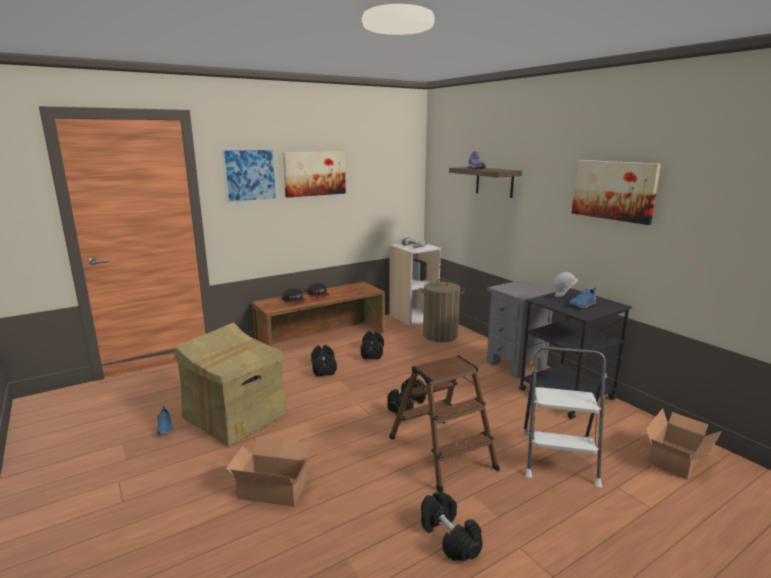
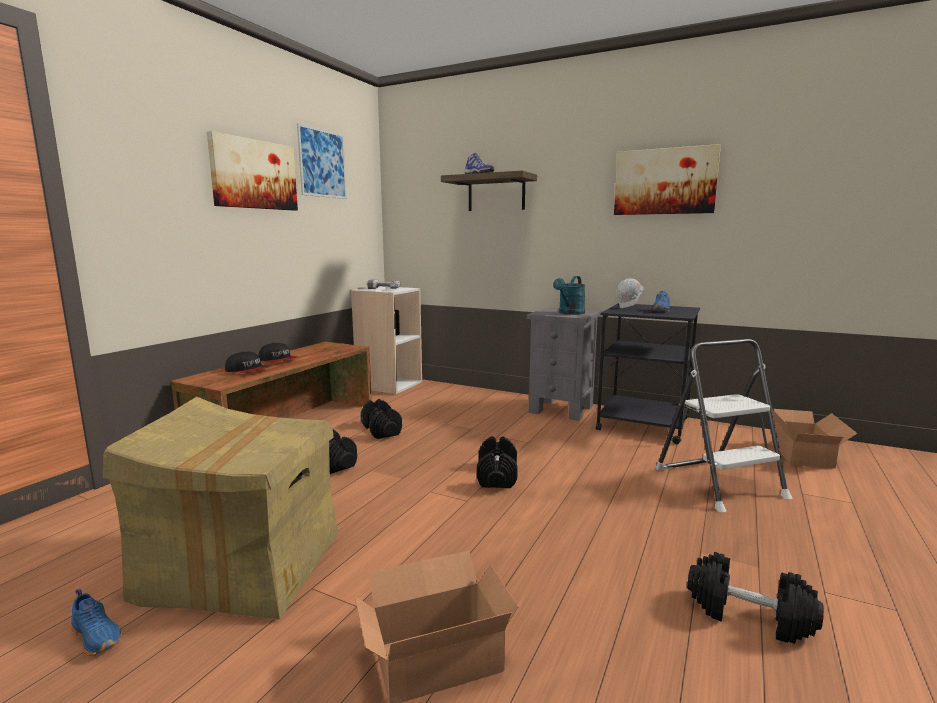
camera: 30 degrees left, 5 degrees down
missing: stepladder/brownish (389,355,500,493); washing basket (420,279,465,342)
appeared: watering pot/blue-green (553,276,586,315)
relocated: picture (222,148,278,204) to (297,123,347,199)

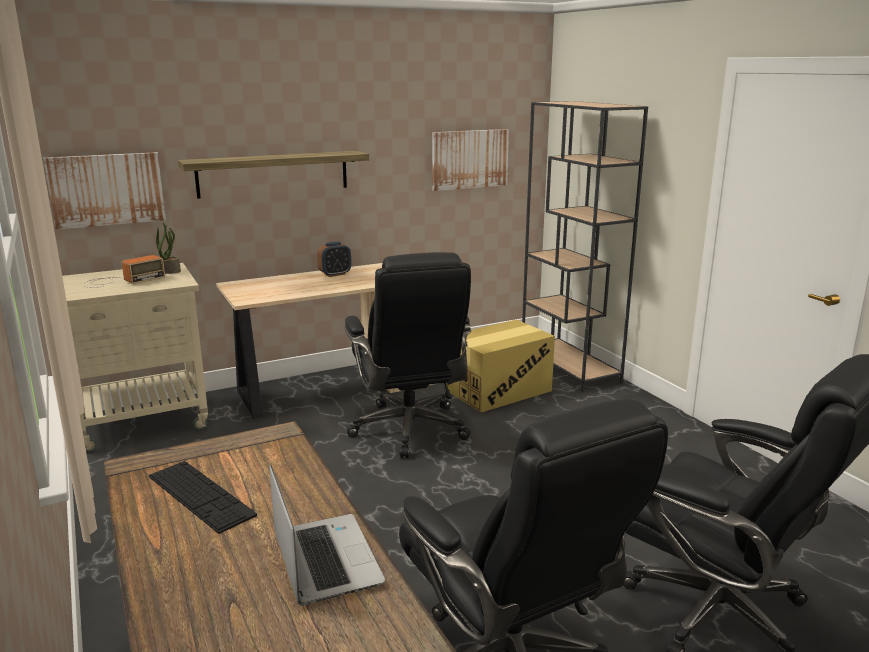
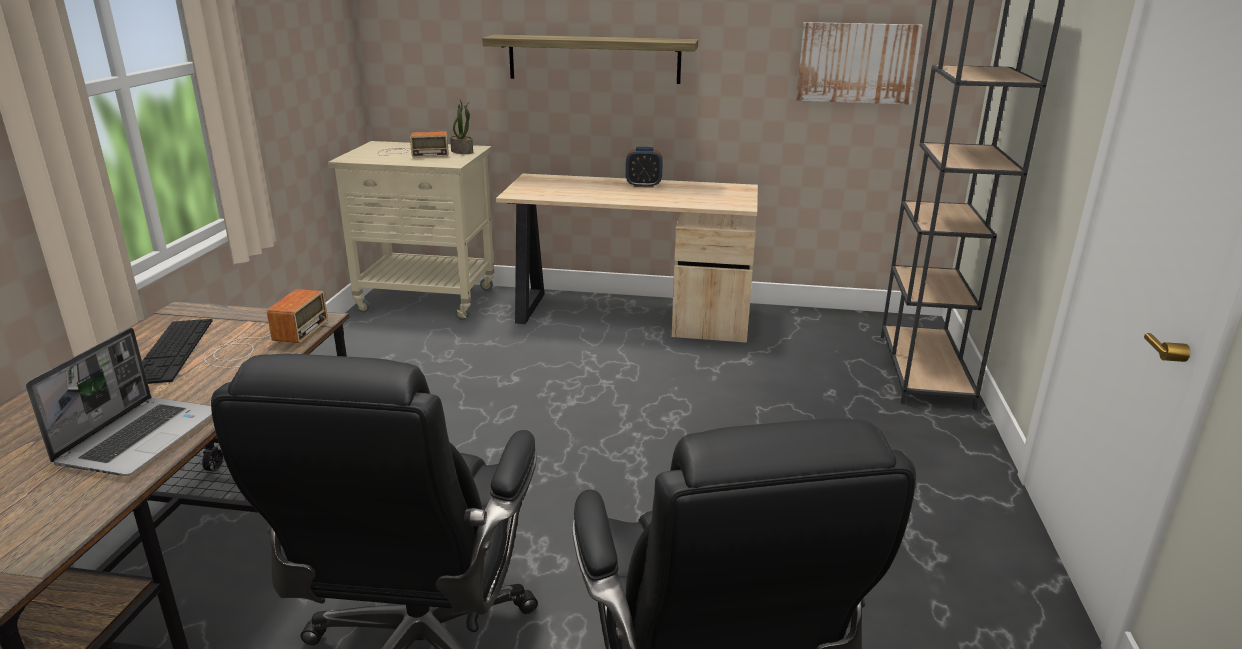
camera: 35 degrees right, 5 degrees up
missing: picture (43,152,166,230); computer chair/blackish (345,252,471,458); cardboard box (446,320,555,412)
appeared: radio receiver (204,289,328,368)

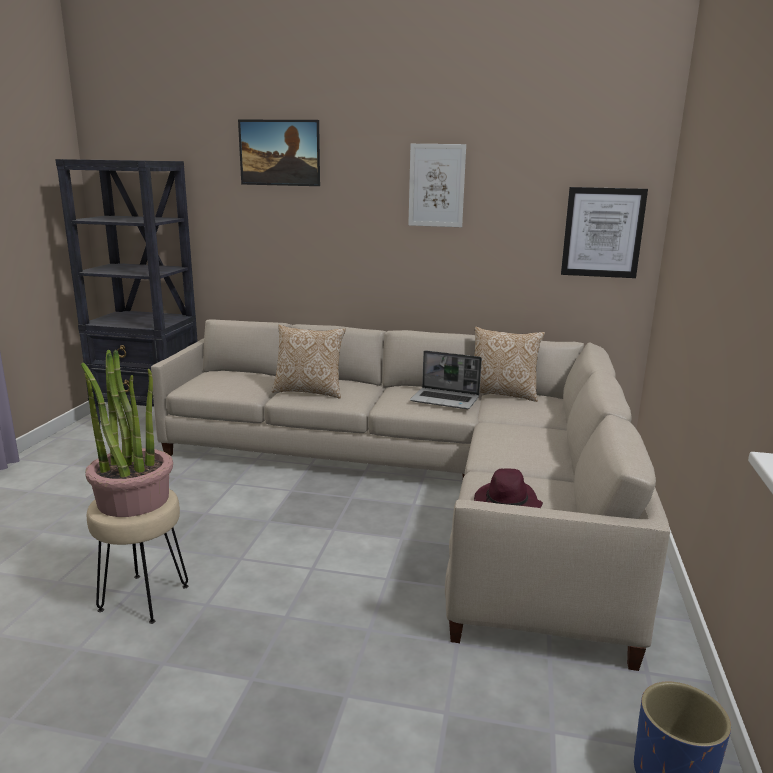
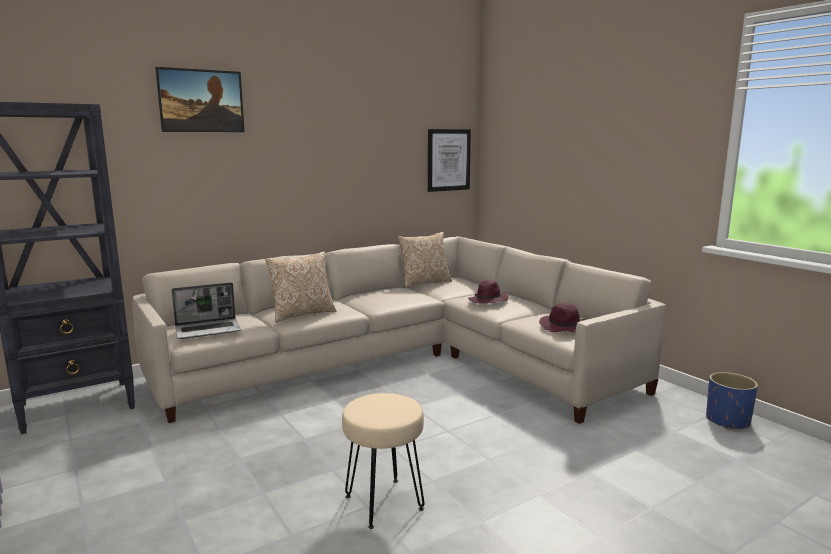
camera: 45 degrees left, 5 degrees down
missing: potted plant (81,349,173,517); picture (408,144,466,227)
appeared: wearable hat/purplish (468,280,509,304)
relocated: notebook computer (410,350,482,409) to (172,282,241,339)

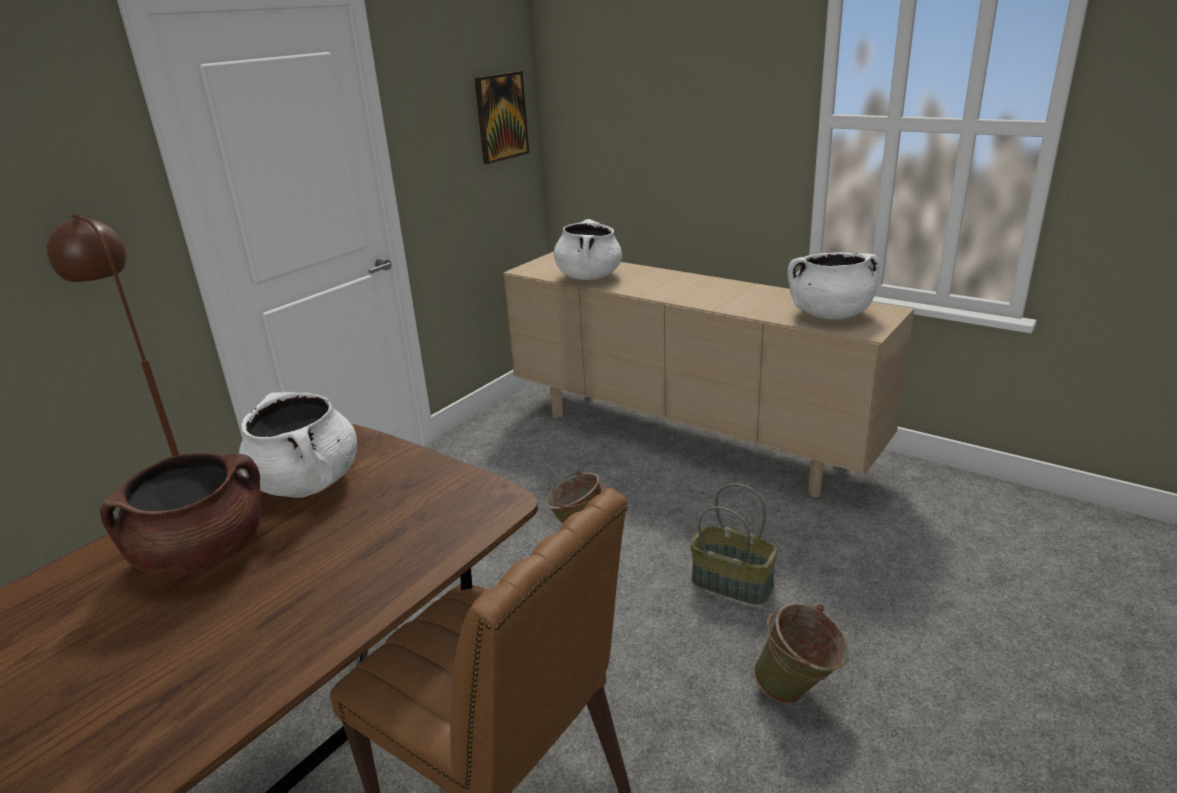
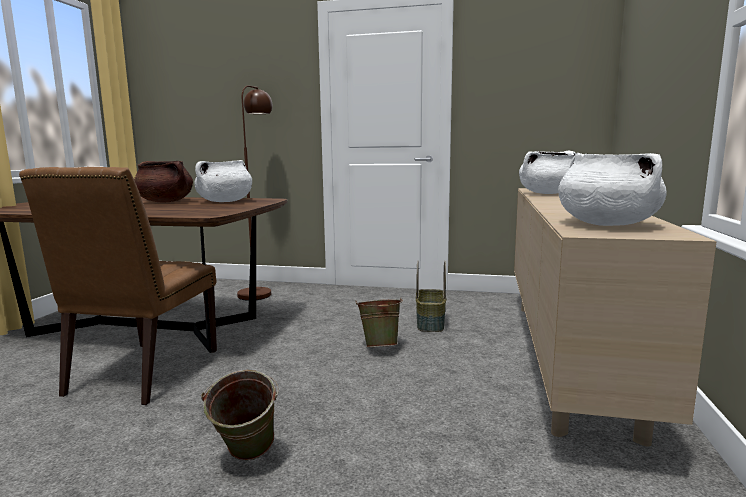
camera: 65 degrees right, 15 degrees down
missing: picture (474,71,529,164)
relocated: basket (690,483,778,605) to (416,260,446,332)

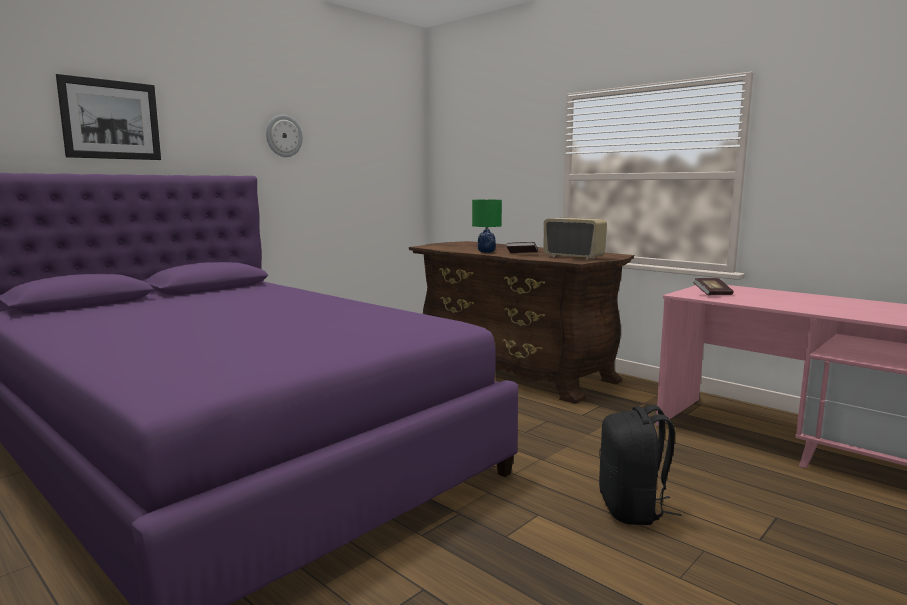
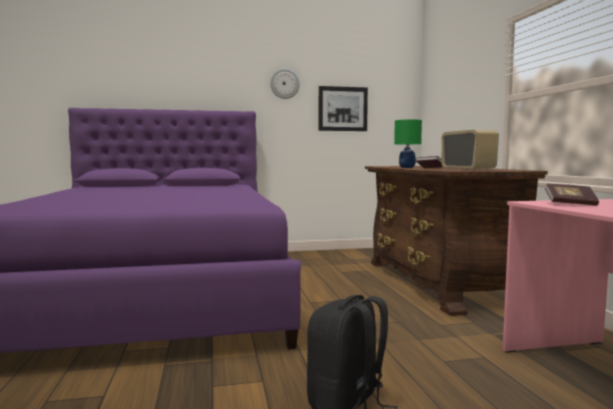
camera: 35 degrees right, 5 degrees down
relocated: picture (56,74,161,160) to (319,86,368,131)

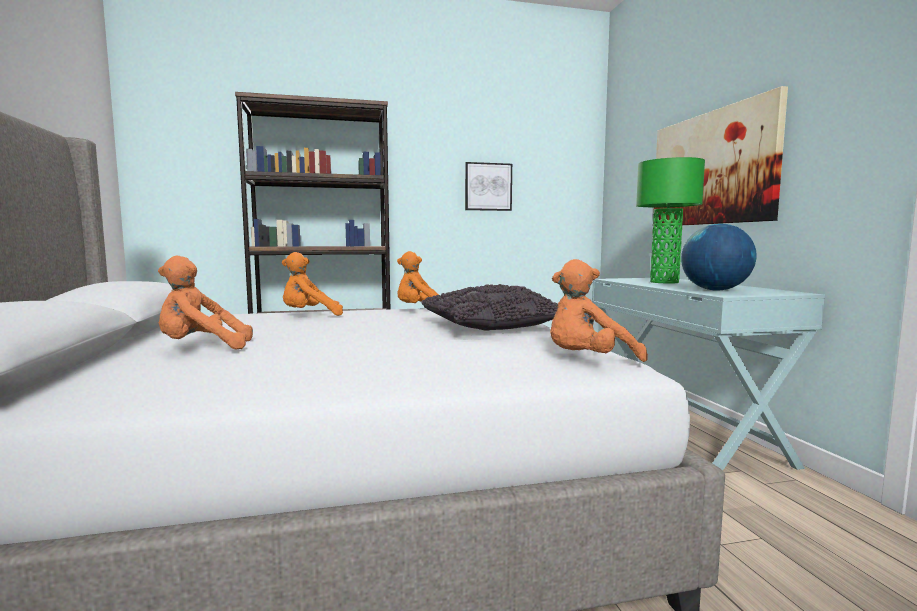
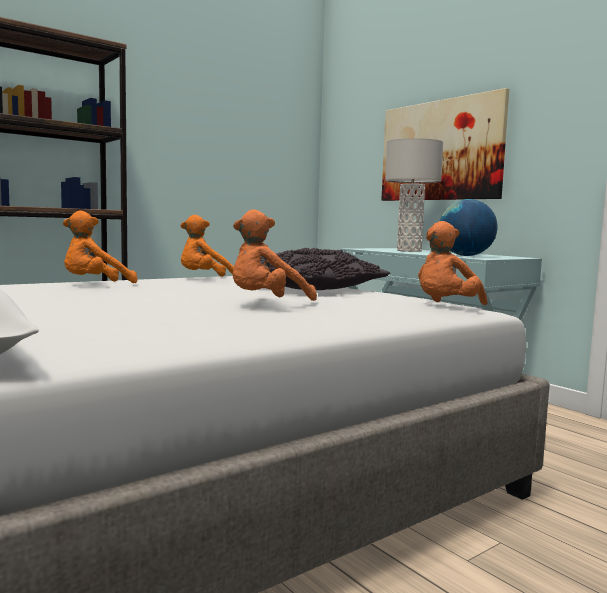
camera: 25 degrees left, 0 degrees up
missing: picture (465,162,512,211)
relocated: cuddly toy/orangey (158,256,253,350) to (232,209,317,301)
colour: lamp for a table/green (636,157,705,283) to lamp for a table/whitish (385,138,443,252)

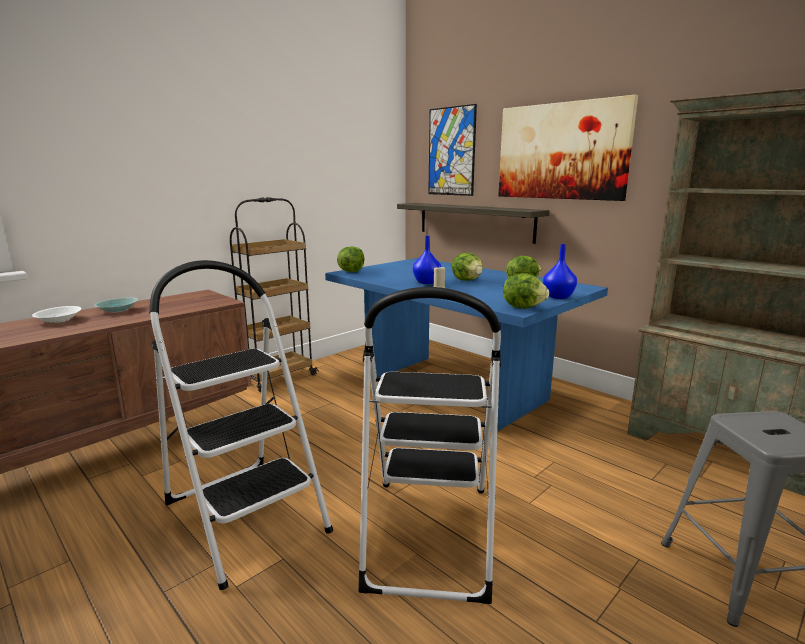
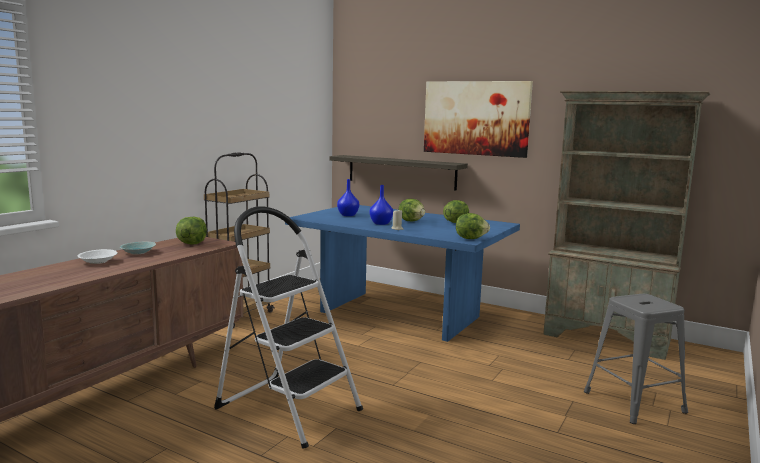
camera: 15 degrees left, 5 degrees down
missing: stepladder (358,287,501,604); picture (428,104,477,196)
relocated: lettuce head (337,246,364,272) to (176,217,207,245); decorative vase/blue (543,244,577,299) to (337,179,359,216)

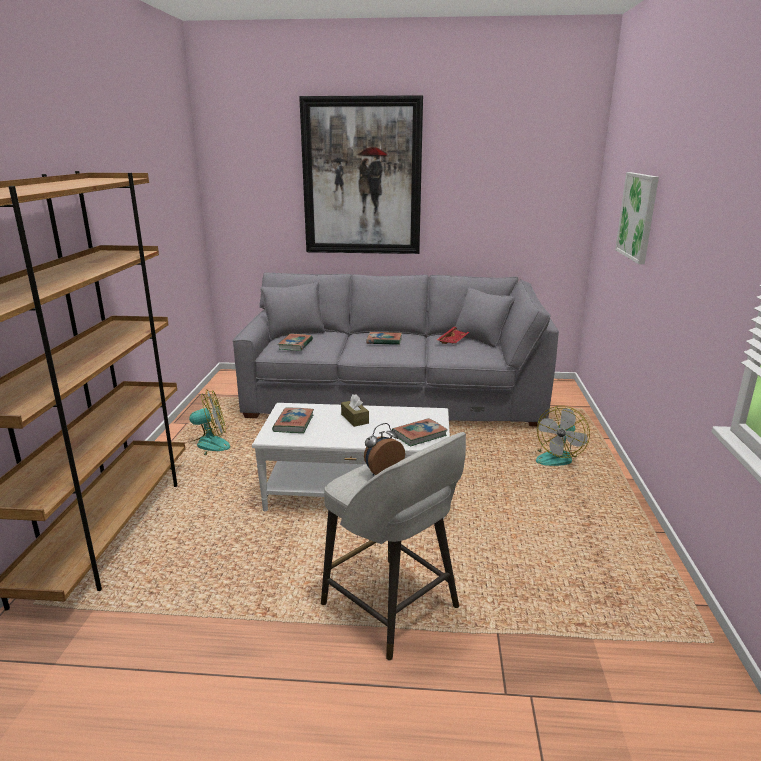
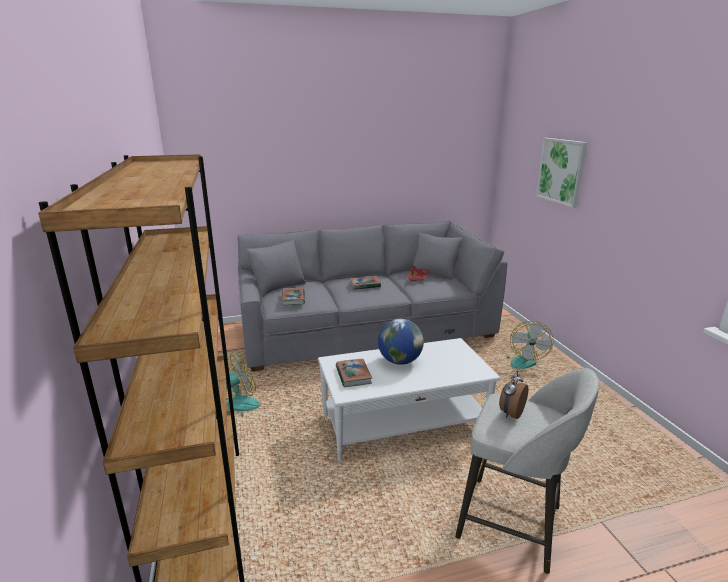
camera: 20 degrees left, 0 degrees up
missing: picture (299,95,423,254); bound book (392,418,448,446)
exchanged: tissue holder/brownish (341,394,369,427) to globe (378,319,424,365)

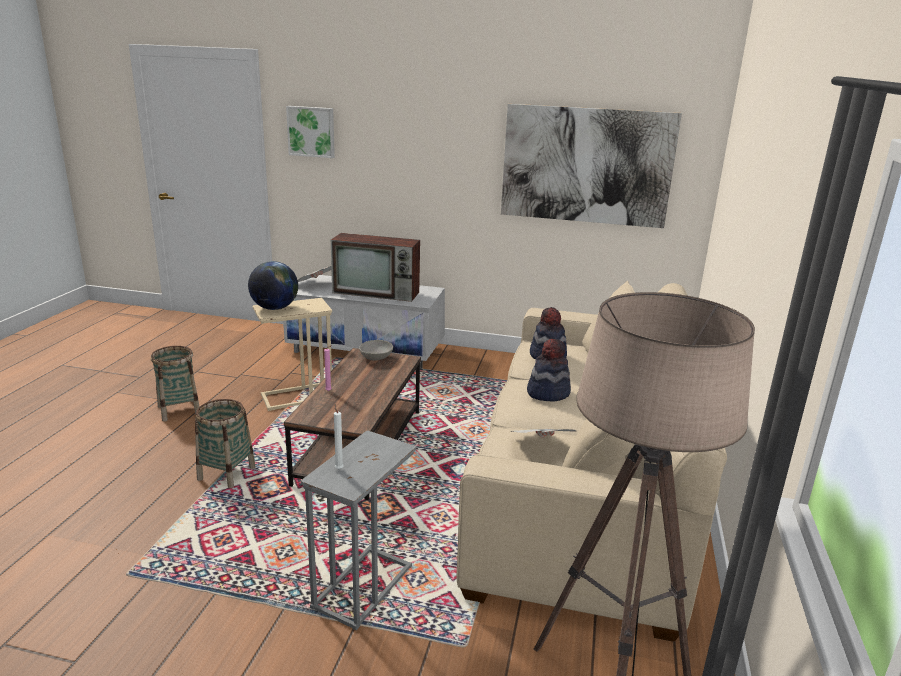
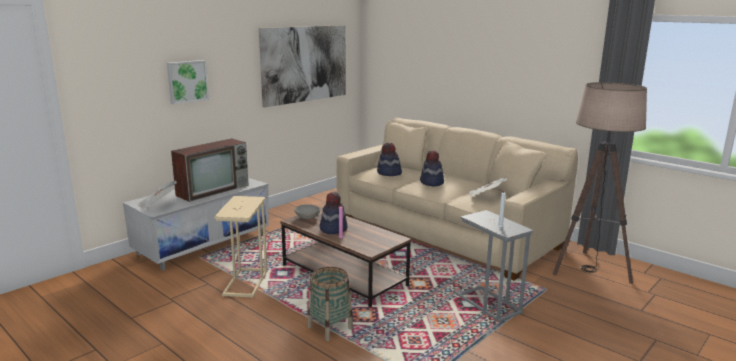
camera: 60 degrees left, 5 degrees down
missing: basket (151,346,200,422); globe (248,261,298,310)
appeared: wearable hat (320,192,348,234)
relocated: picture (286,106,335,158) to (167,60,209,105)

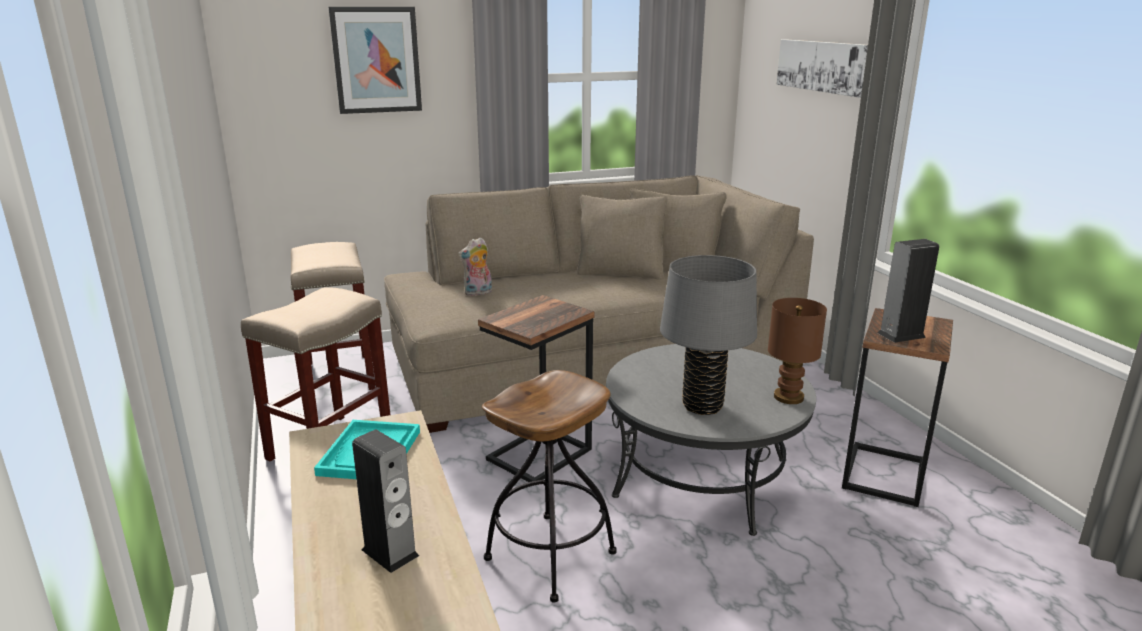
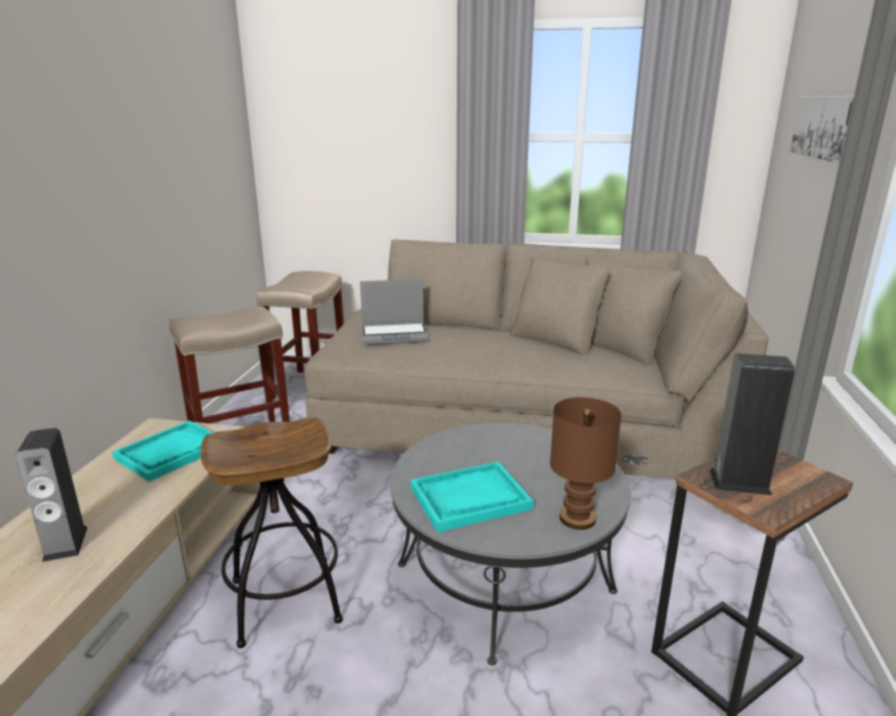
camera: 30 degrees right, 0 degrees up
missing: picture (329,7,422,114); accent table (478,295,594,482)
exchanged: cuddly toy (458,237,492,296) to notebook computer (360,279,429,345); lamp for a table/gray (660,255,757,415) to serving tray/blue-green (411,461,533,532)

